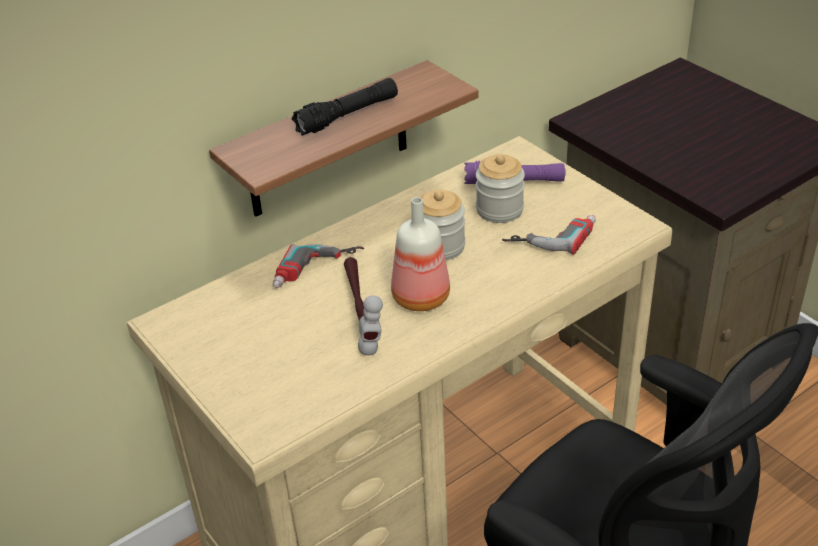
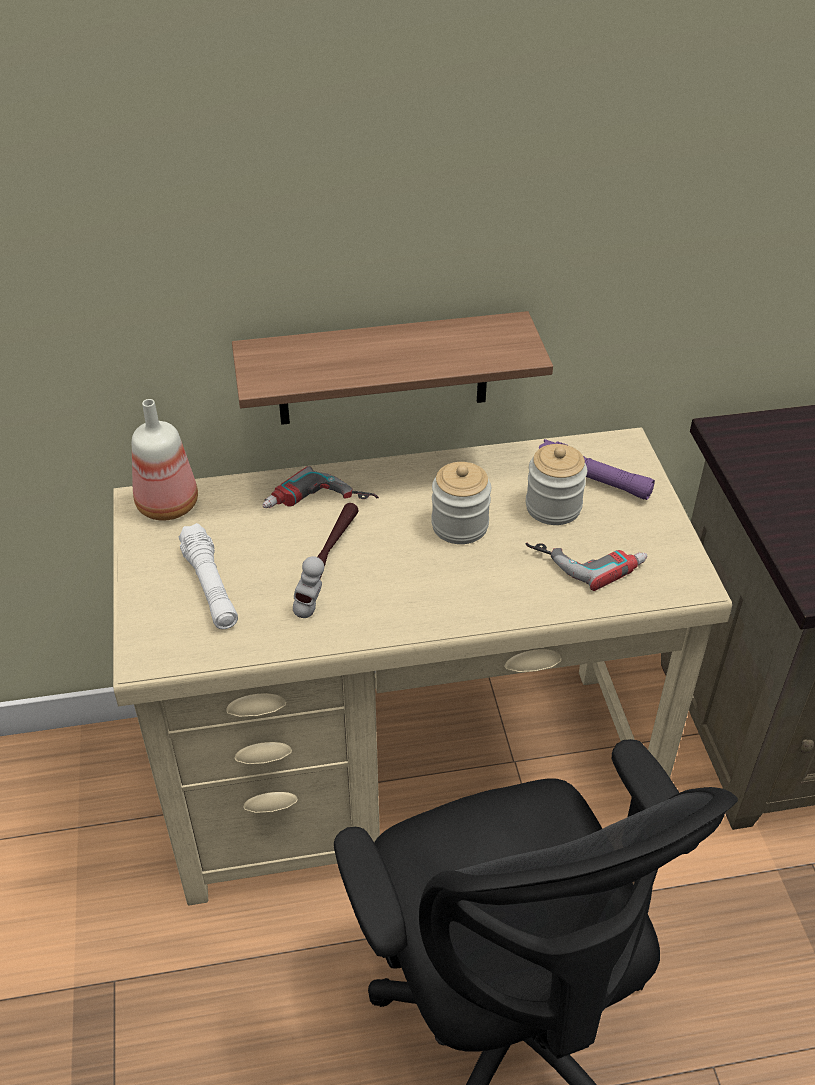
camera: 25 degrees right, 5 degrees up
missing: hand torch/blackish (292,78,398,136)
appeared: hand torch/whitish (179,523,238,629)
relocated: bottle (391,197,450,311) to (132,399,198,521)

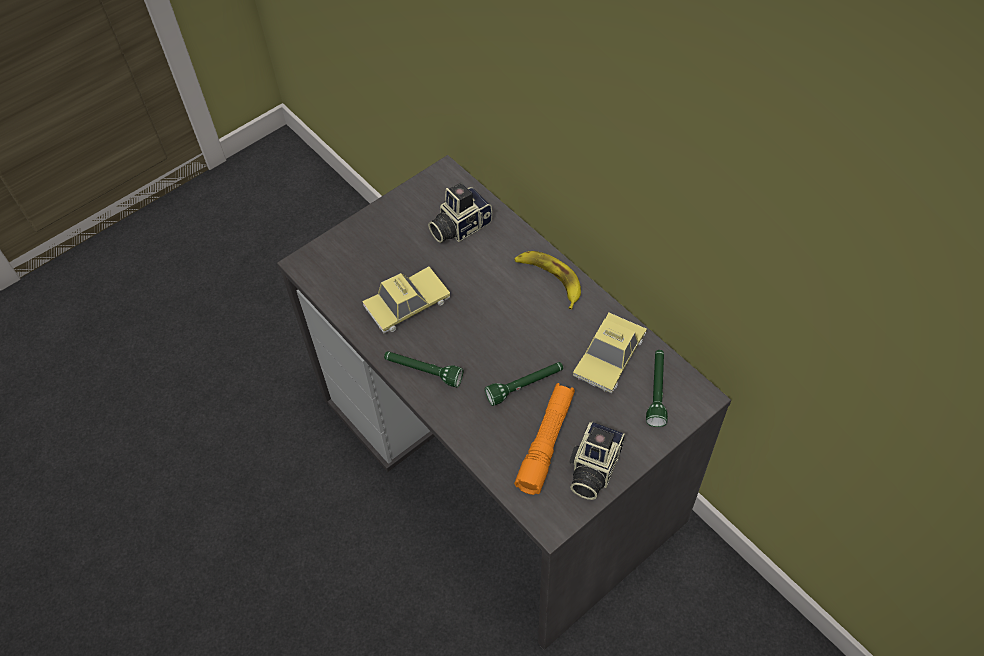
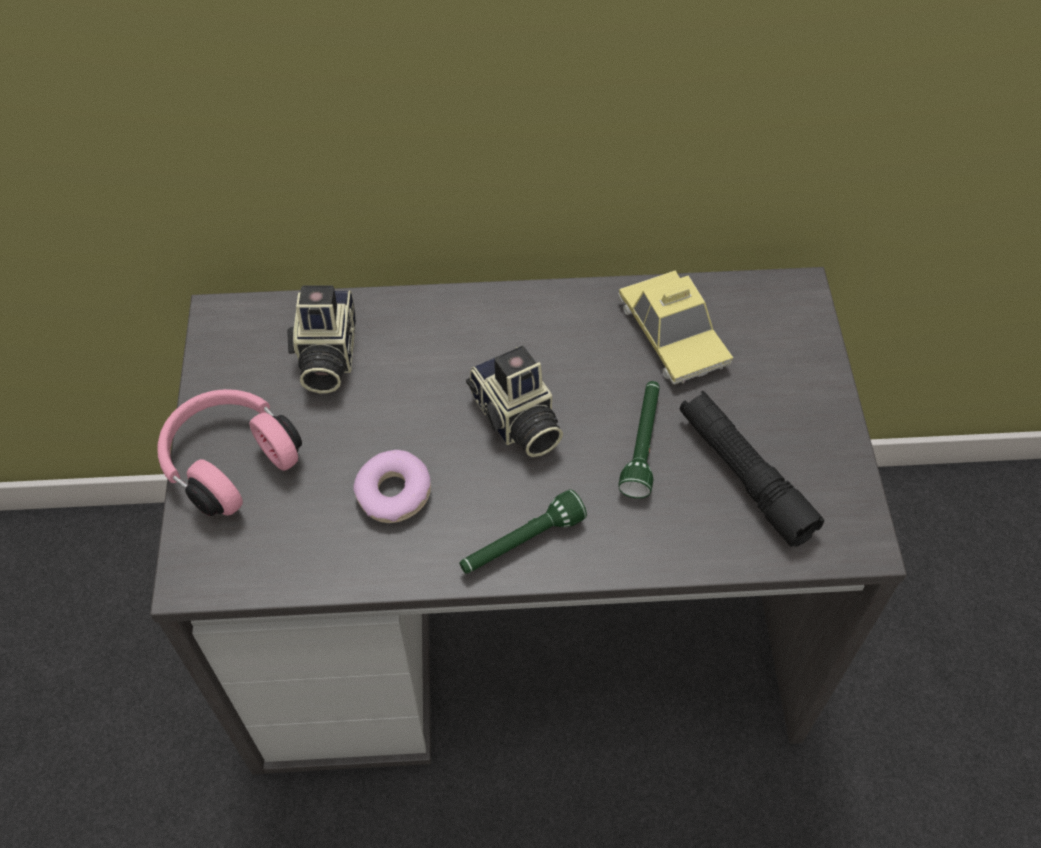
camera: 55 degrees left, 0 degrees up
missing: banana fruit (514,251,581,310); hand torch/green (646,350,668,427)
appeared: pair of headphones/pink (157,389,302,516)
relocated: still camera (570,422,625,500) to (466,346,563,457)
exchanged: miniature car (362,266,450,333) to donut (353,450,431,523)
colour: hand torch/orangey (514,383,575,495) to hand torch/blackish (680,390,824,547)

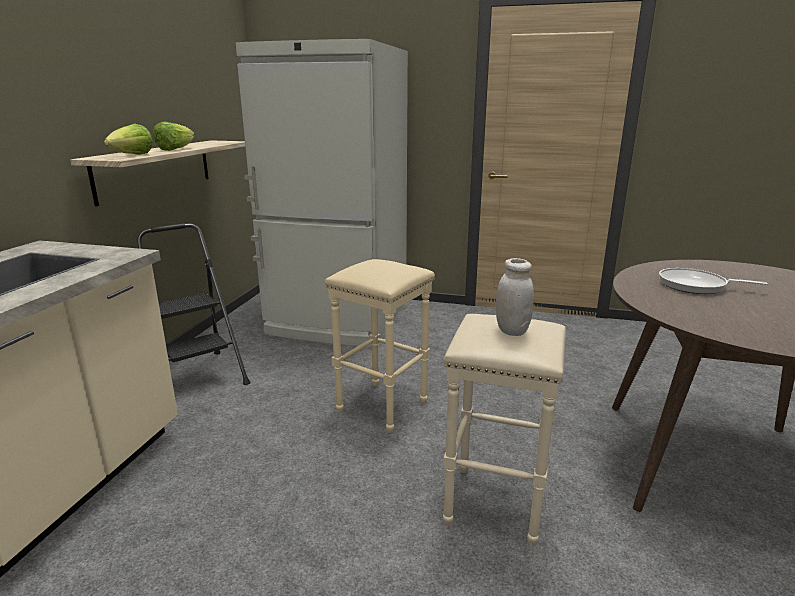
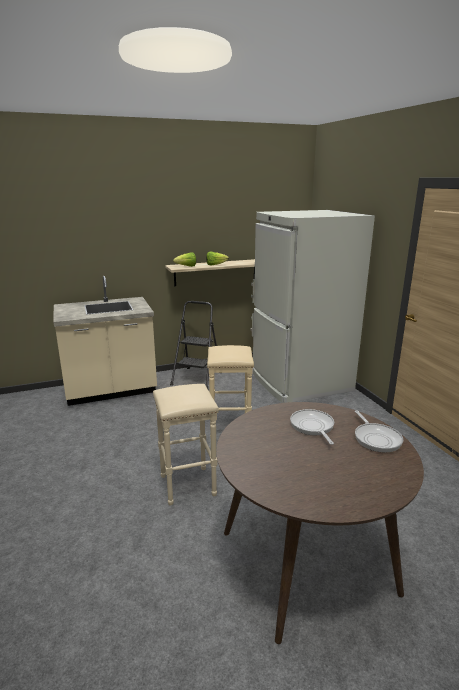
camera: 55 degrees right, 0 degrees up
missing: storage jar/whitish (496,258,534,336)
appeared: pan (355,411,403,452)

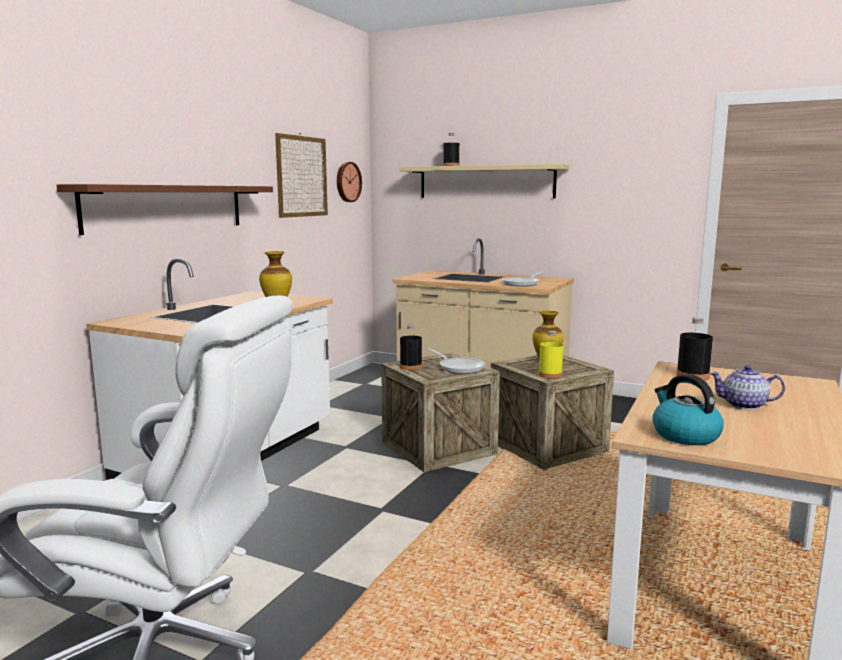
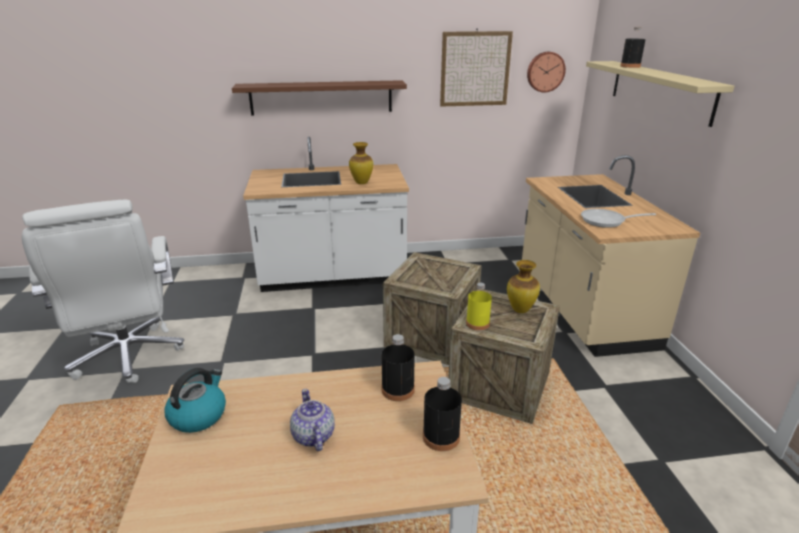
camera: 55 degrees right, 15 degrees up
missing: pan (427,348,485,374)
relocated: bottle/blackish (400,324,422,370) to (423,377,462,451)

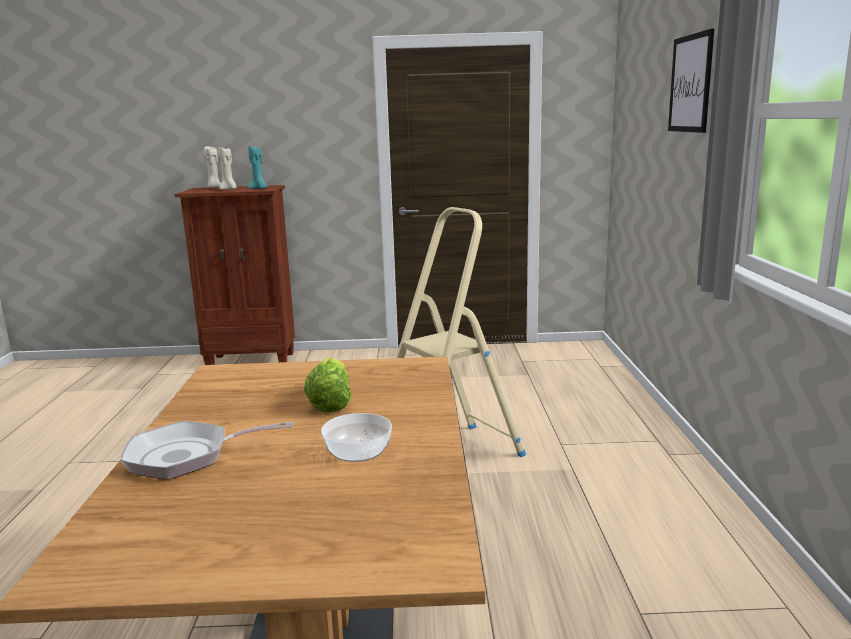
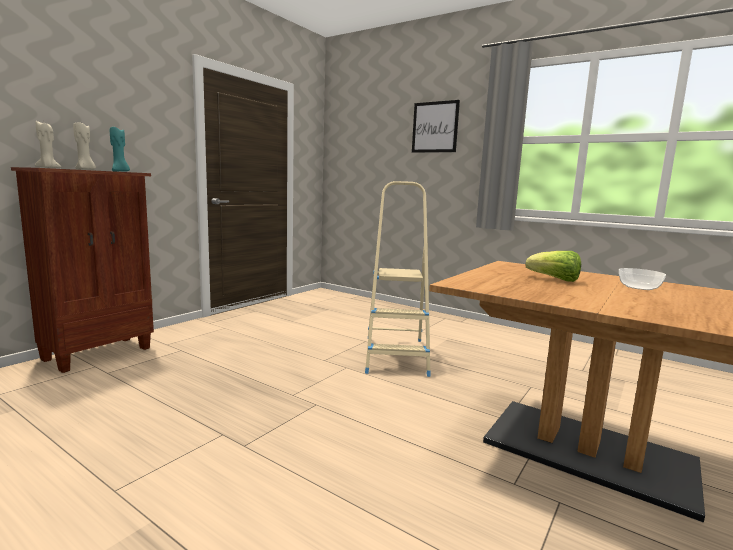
camera: 55 degrees left, 5 degrees down
missing: pan (120,421,294,480)

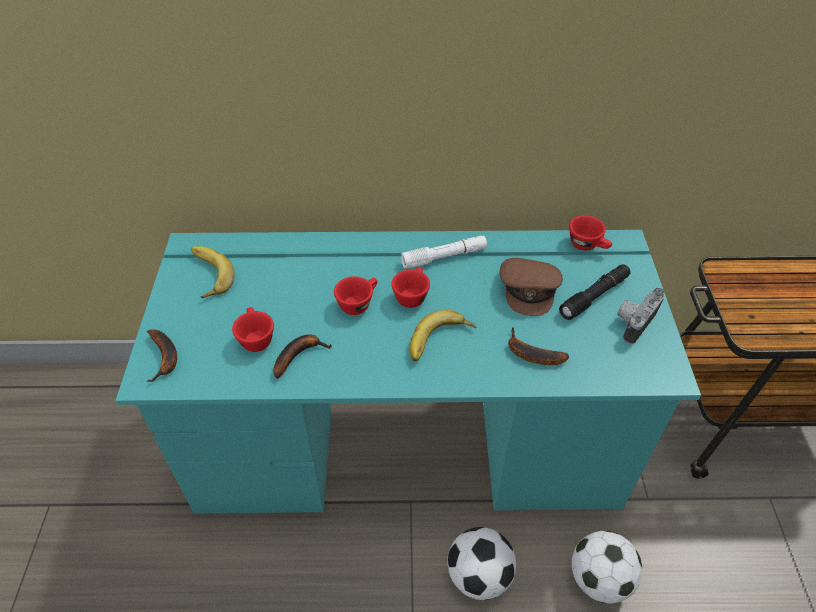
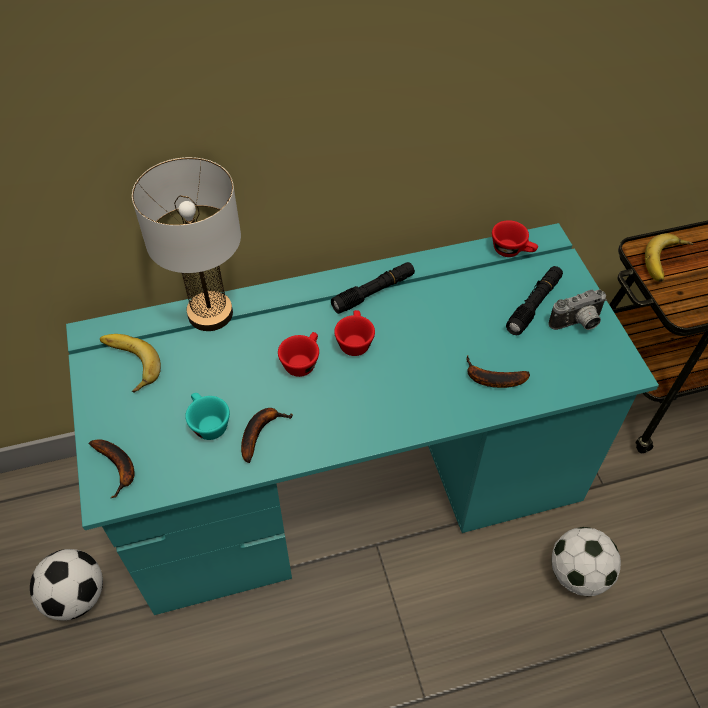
camera: 15 degrees left, 5 degrees up
missing: baseball cap/brownish (499,258,563,316)
appeared: lamp for a table (132,157,241,331)
relocated: ball for football (447,527,516,600) to (30,549,103,621); banana fruit (409,310,477,361) to (645,233,694,282)
colour: cup/red (232,307,274,352) to cup/blue-green (185,393,230,440); hand torch/whitish (401,236,487,269) to hand torch/blackish (331,262,415,314)
spun: still camera (617,288,665,344) = (548,289,607,330) 135 degrees counterclockwise

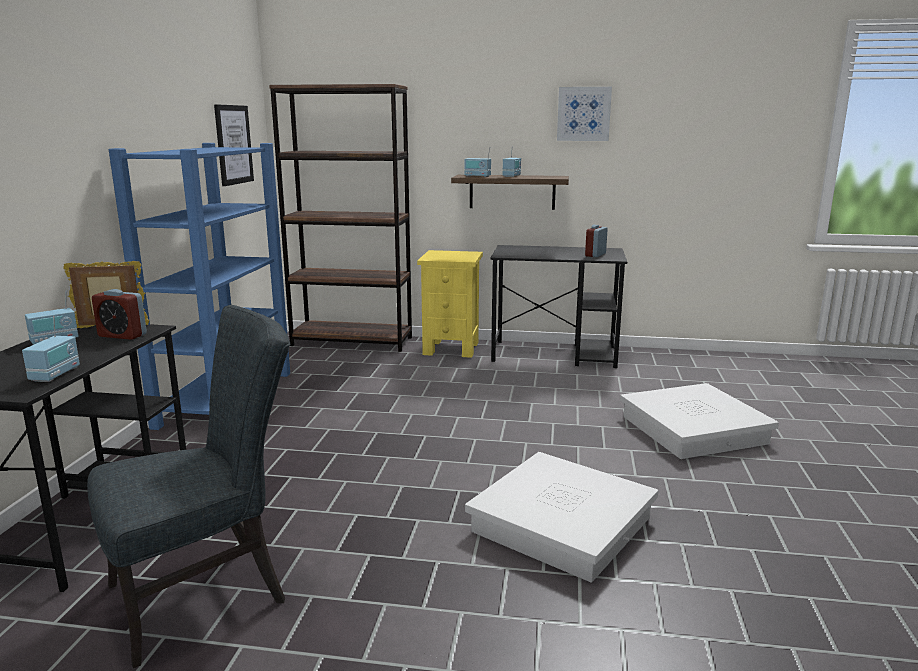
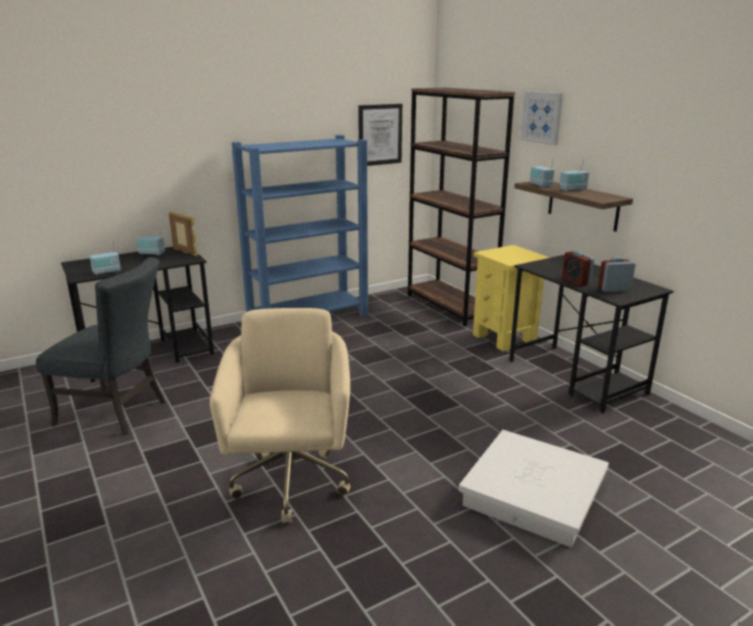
camera: 50 degrees right, 5 degrees up
relocated: picture (557,87,612,141) to (520,91,563,145); alarm clock (92,289,147,340) to (562,251,594,286)
exchanged: storage box/whitish (465,452,658,582) to computer chair/sand-coloured (210,308,350,523)

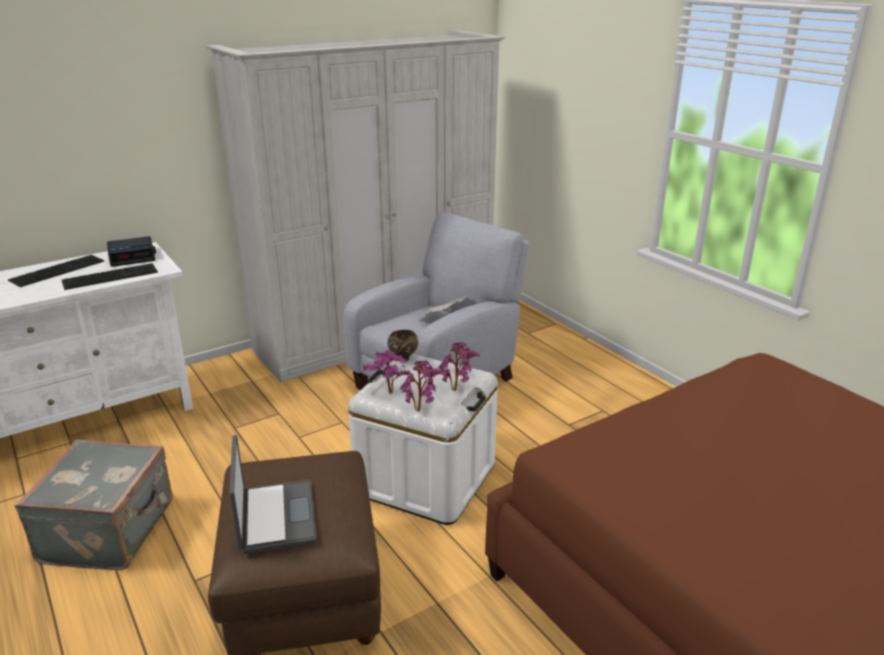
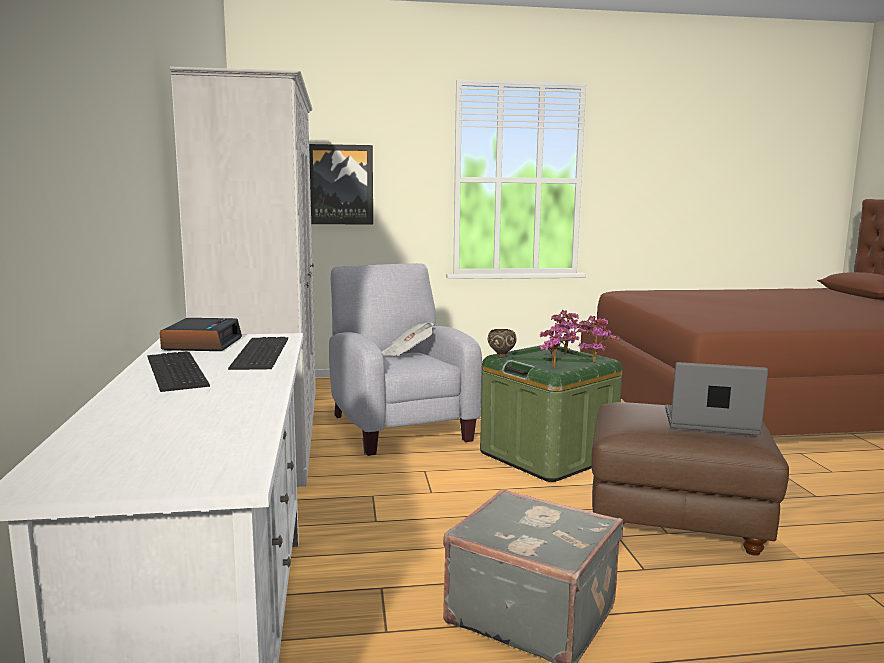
camera: 65 degrees left, 15 degrees down
appeared: picture (309,144,373,224)
colour: storage box/whitish (348,354,498,525) to storage box/green (480,345,623,482)

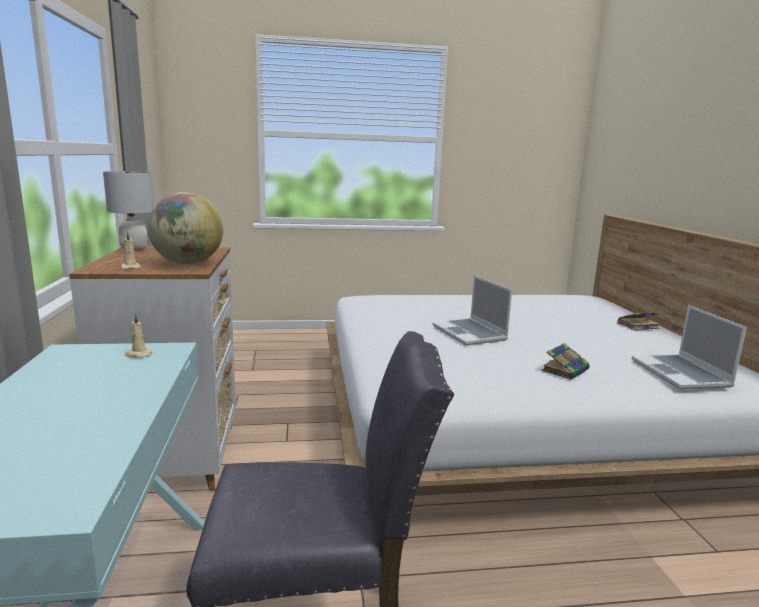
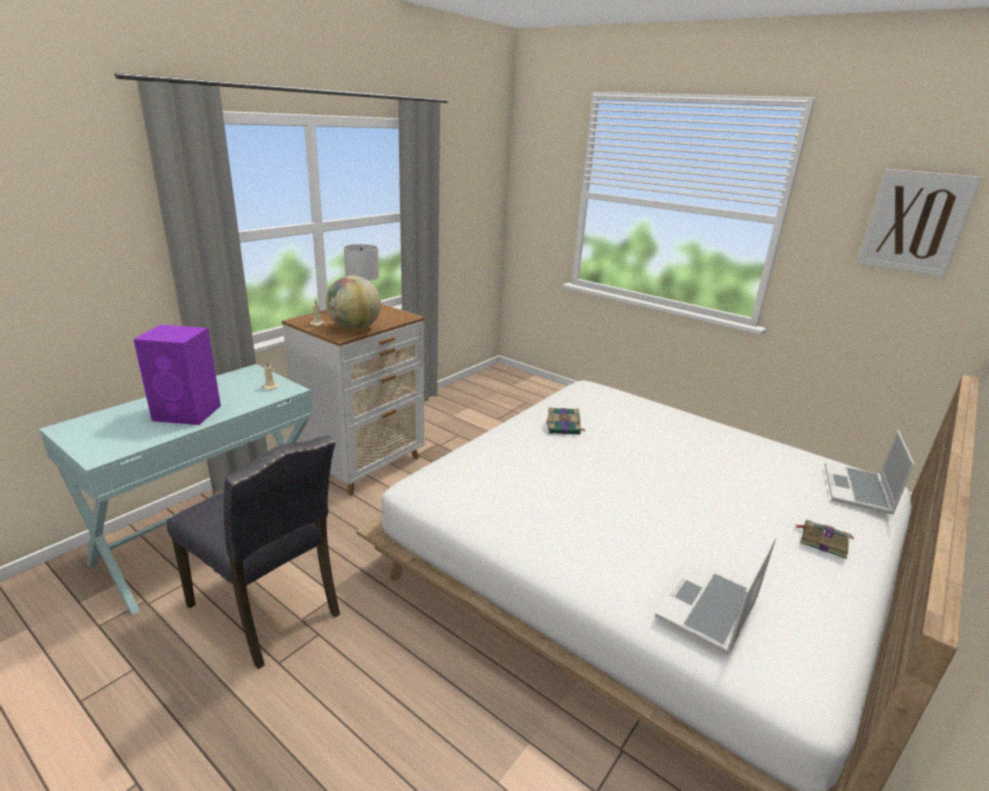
camera: 45 degrees right, 10 degrees up
appeared: audio speaker/purplish (133,325,221,425); picture (857,169,982,277)
relocated: bound book (541,343,590,380) to (546,407,585,434); notebook computer (433,275,512,346) to (825,430,914,514)

